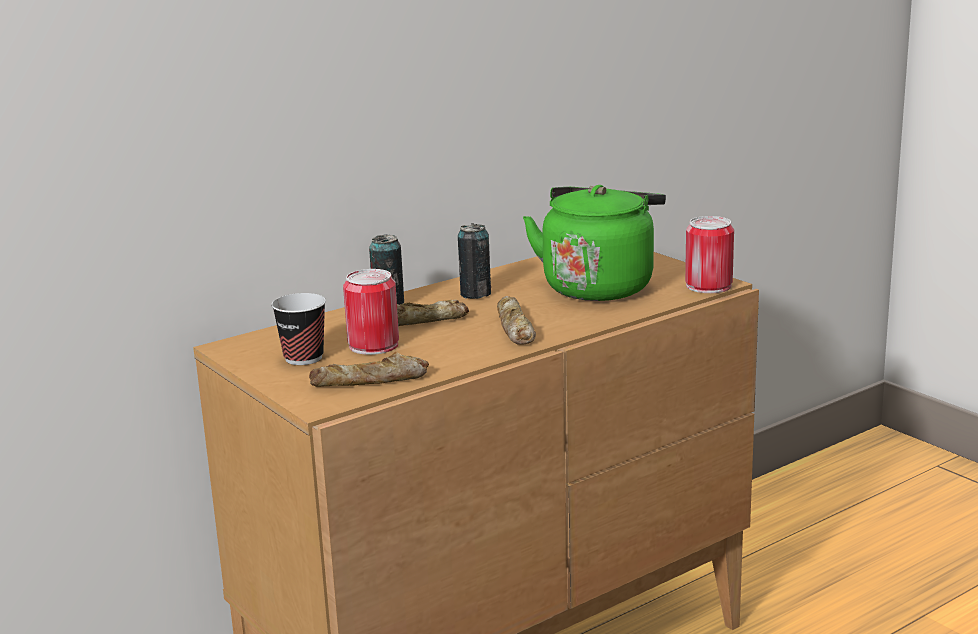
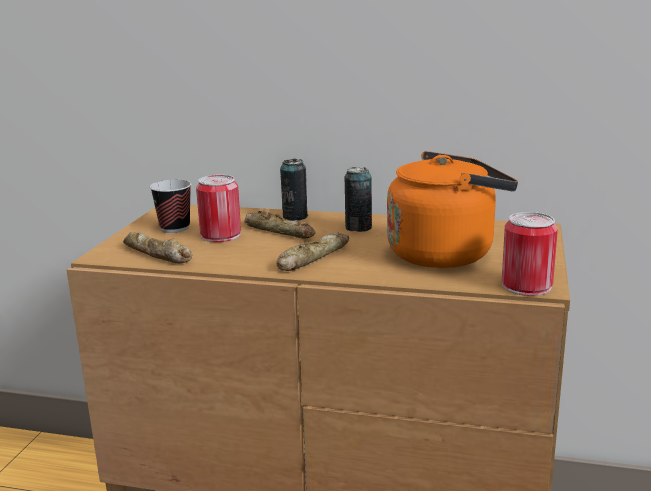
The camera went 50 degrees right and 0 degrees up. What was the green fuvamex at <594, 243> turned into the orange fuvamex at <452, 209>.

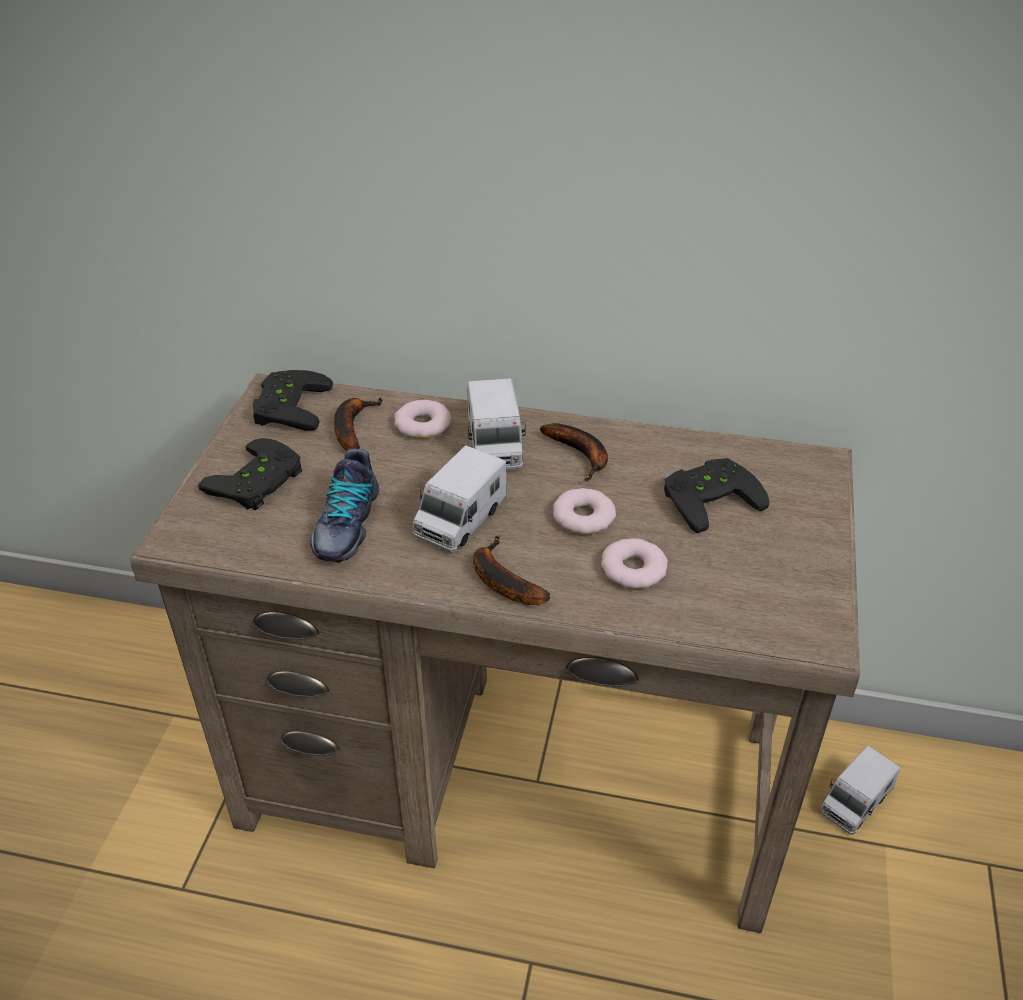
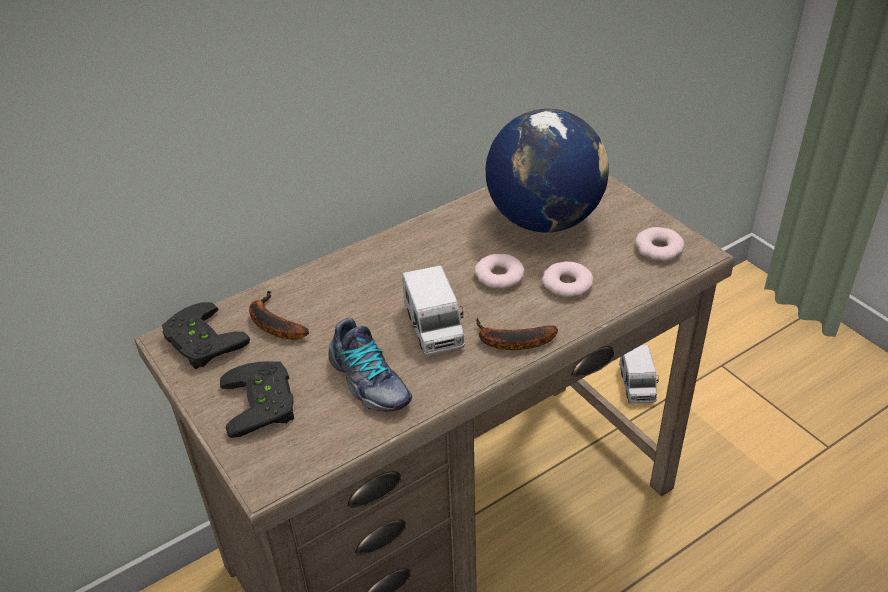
The camera went 45 degrees left and 0 degrees up. The second view lost the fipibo at <496, 424>. The second view lost the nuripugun at <574, 452>. The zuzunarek ended up elsewhere, having gone from <422, 419> to <660, 244>. Where the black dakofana stood at <716, 495>, the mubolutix came to stand at <547, 171>.

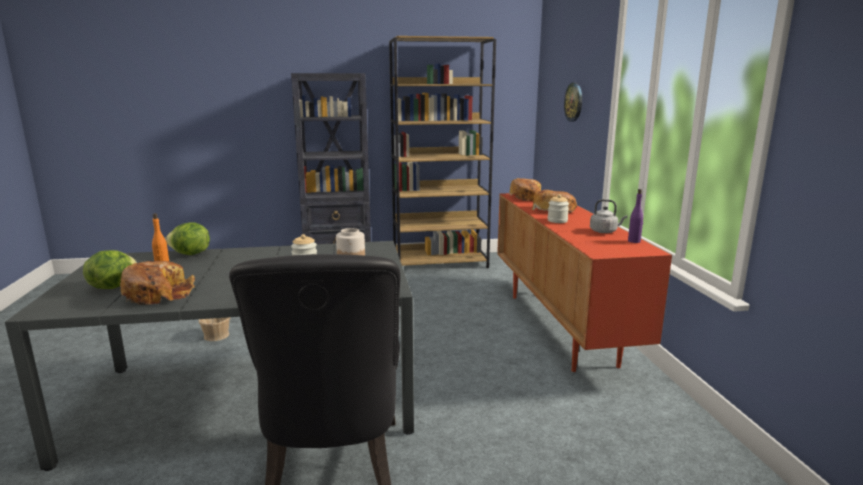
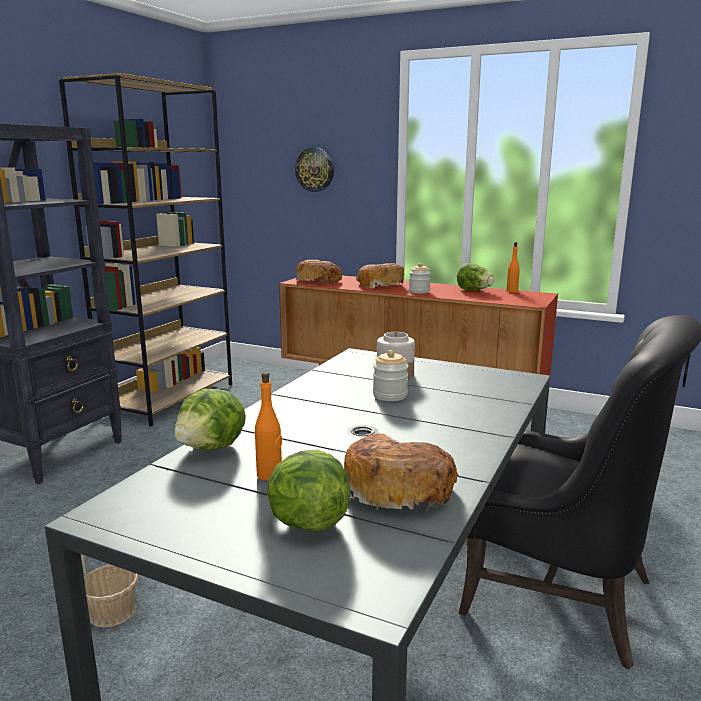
The camera went 55 degrees left and 0 degrees up. Where the grey fuvamex stood at <608, 216>, the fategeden came to stand at <475, 276>. What was the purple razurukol at <635, 216> turned into the orange razurukol at <513, 267>.

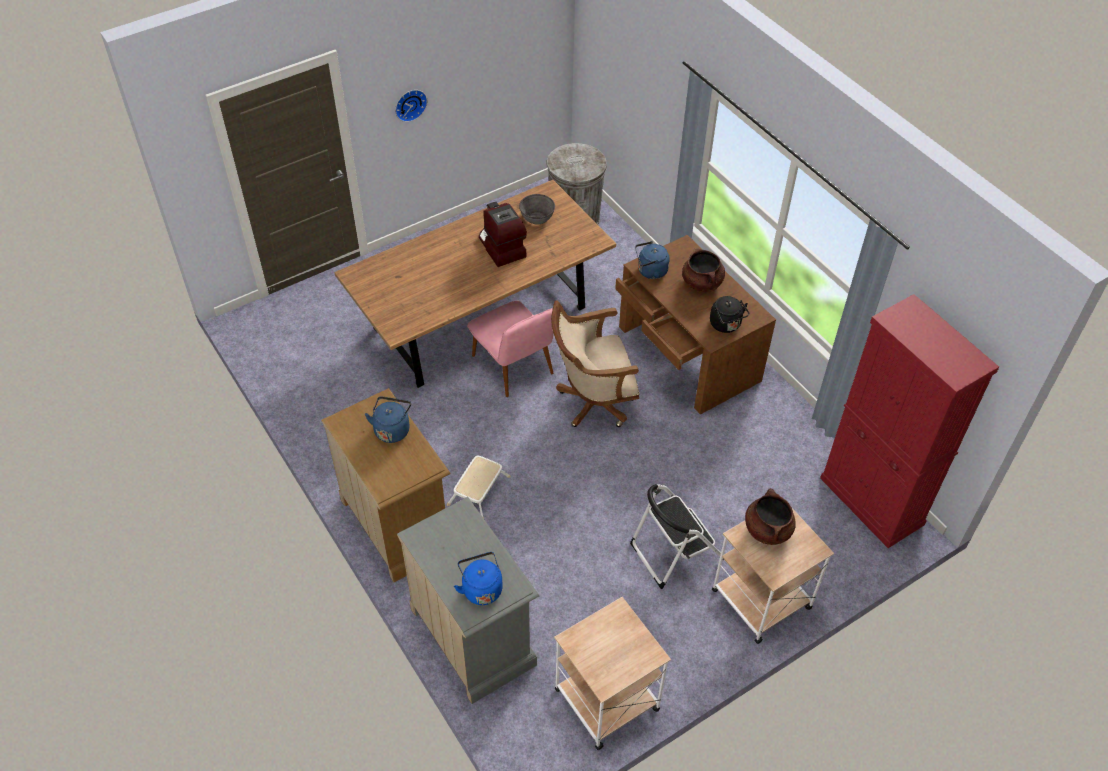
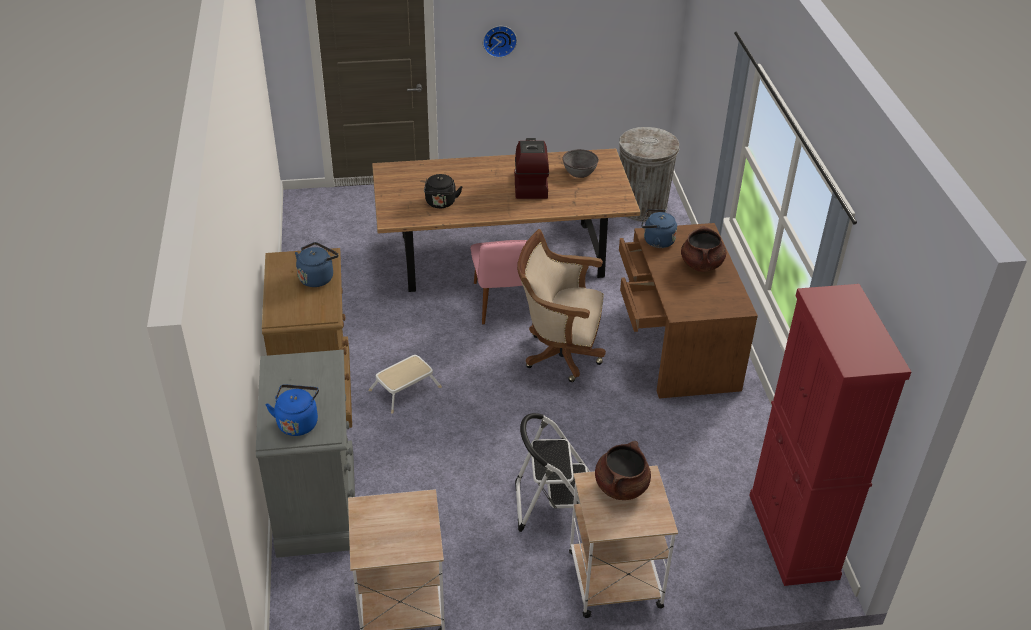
The camera went 25 degrees right and 10 degrees down. The black fuvamex ended up elsewhere, having gone from <729, 314> to <443, 191>.

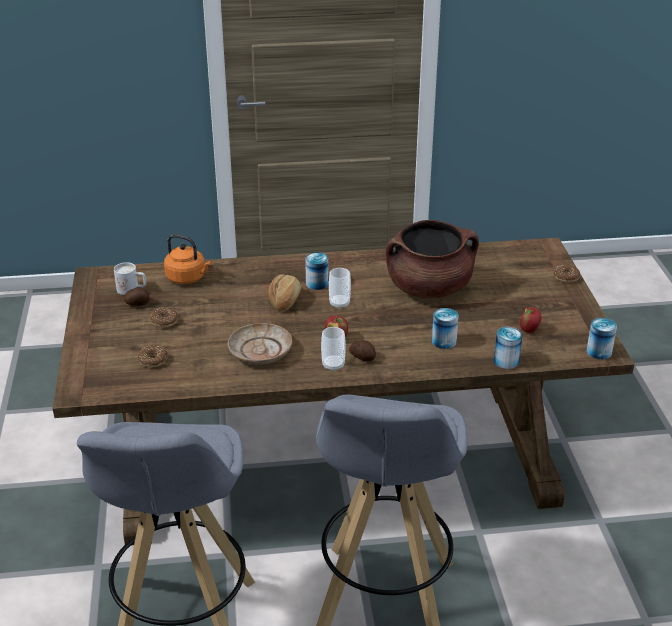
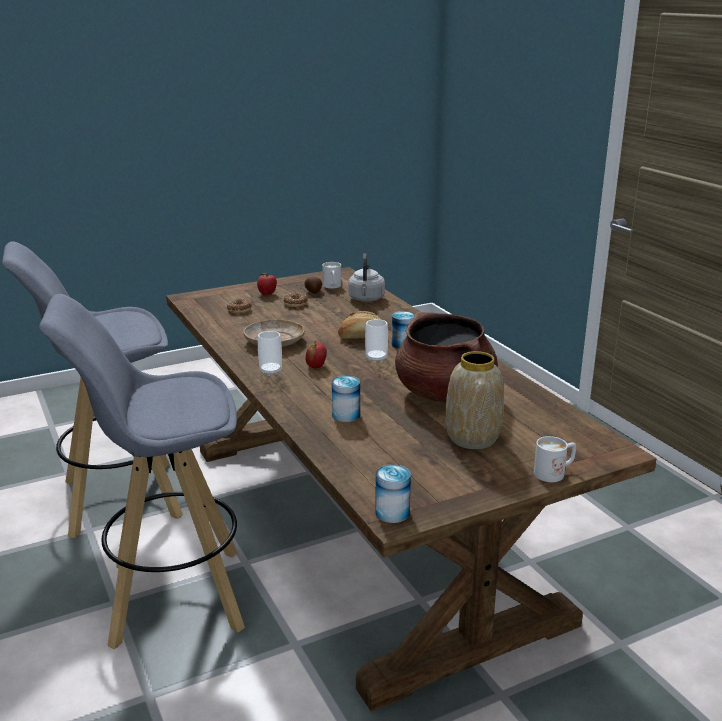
The camera went 70 degrees right and 10 degrees down. The second view lost the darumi at <362, 350>. The second view lost the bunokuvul at <508, 348>. The second view gained the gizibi at <474, 400>. The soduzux ended up elsewhere, having gone from <531, 320> to <267, 284>. Where the zuzunarek stood at <567, 273>, the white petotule came to stand at <555, 459>. What was the orange fuvamex at <188, 259> turned into the grey fuvamex at <366, 277>.

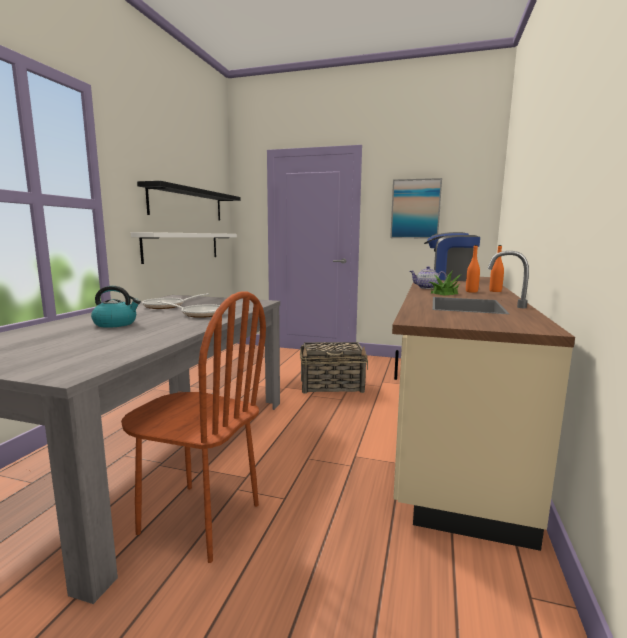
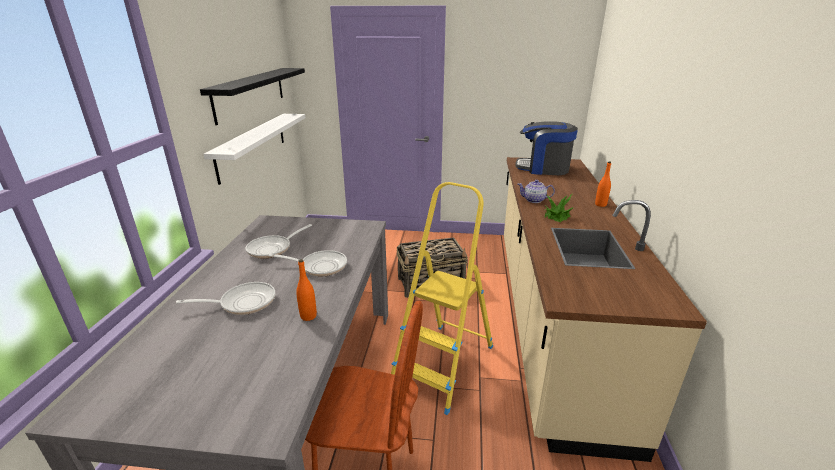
The camera went 10 degrees left and 15 degrees up. The second view lost the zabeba at <416, 208>. The second view gained the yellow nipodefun at <442, 298>. The orange razurukol ended up elsewhere, having gone from <473, 269> to <306, 290>. Where the fuvamex stood at <116, 307>, the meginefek came to stand at <225, 298>.

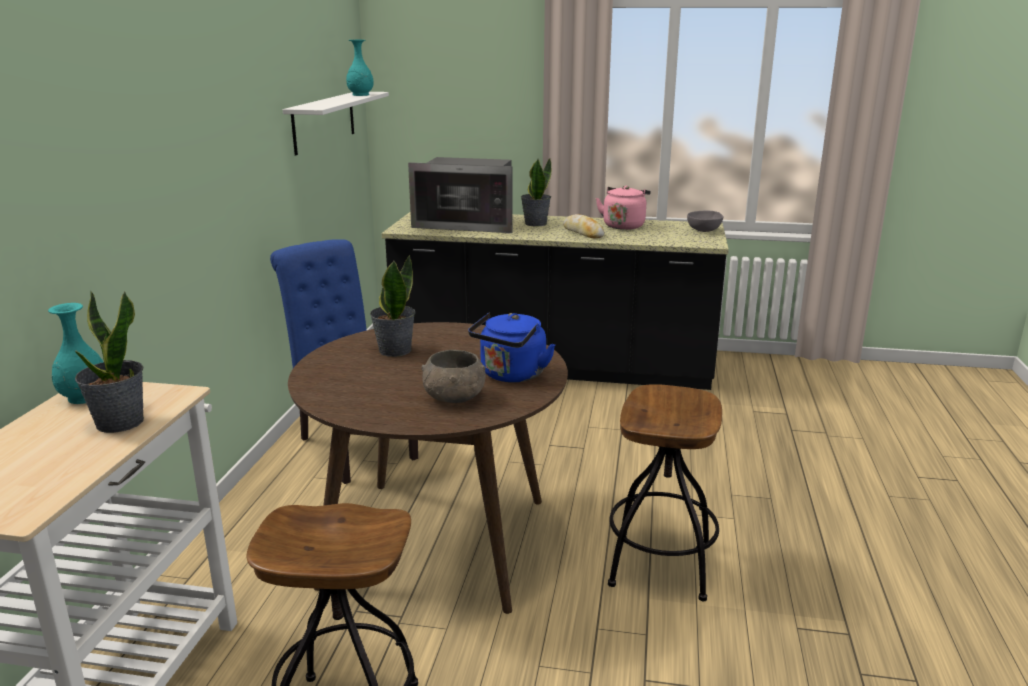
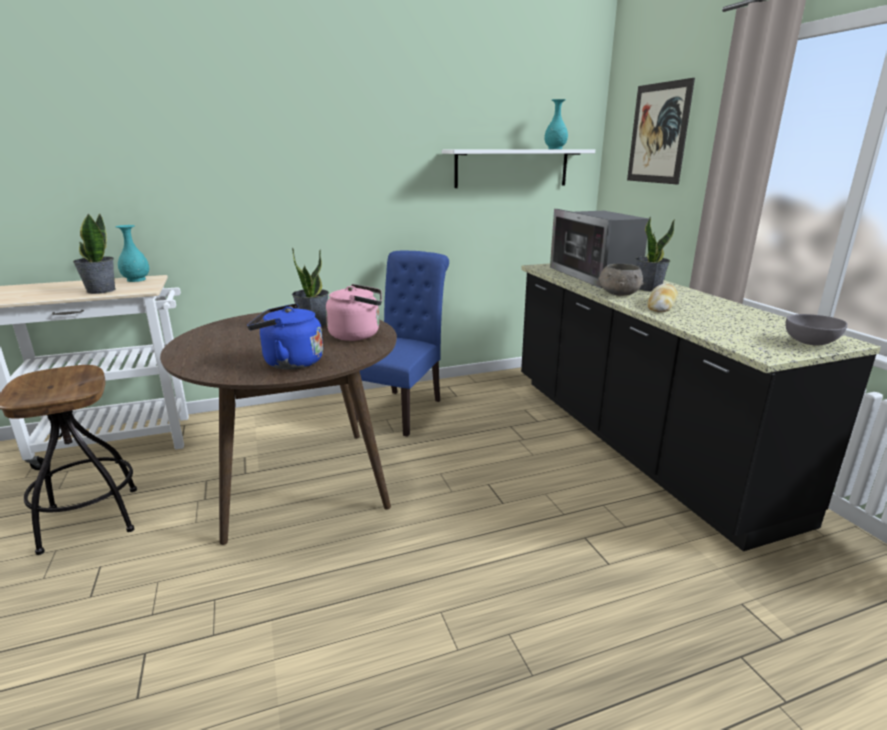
The camera went 60 degrees right and 0 degrees up. The second view lost the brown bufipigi at <665, 492>. The second view gained the zabeba at <661, 131>. The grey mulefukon ended up elsewhere, having gone from <453, 376> to <621, 280>. The pink fuvamex ended up elsewhere, having gone from <623, 208> to <354, 312>.

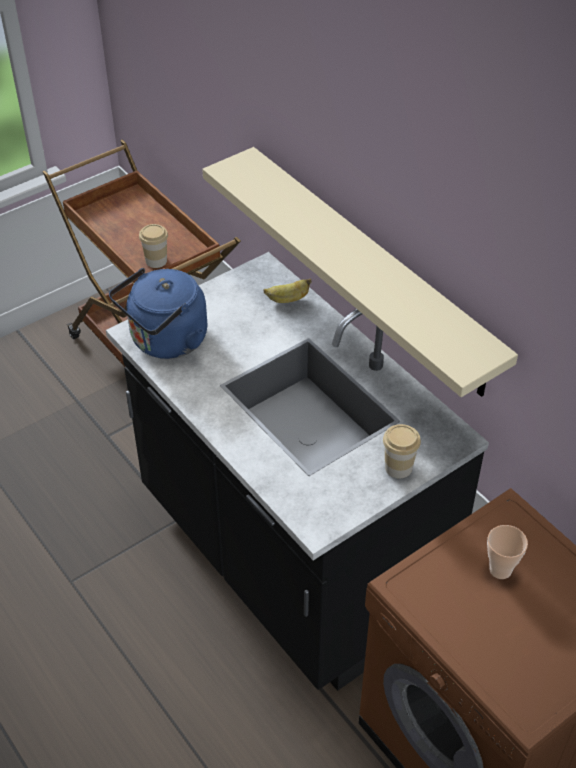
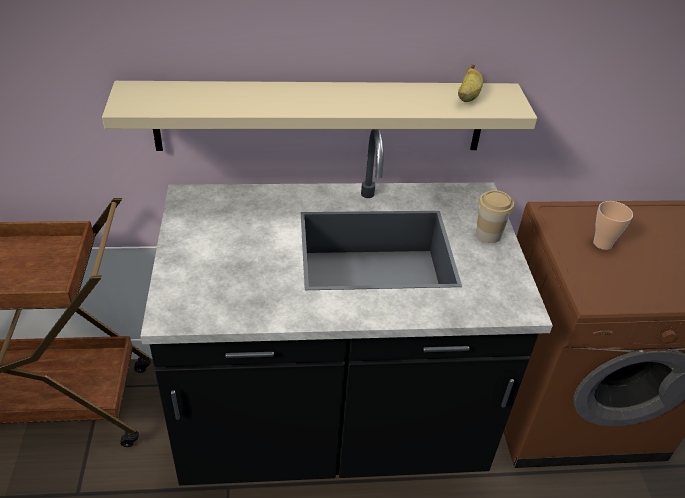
The camera went 60 degrees left and 5 degrees down. The second view lost the blue fuvamex at <158, 313>. The second view lost the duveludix at <153, 246>. The nuripugun ended up elsewhere, having gone from <287, 290> to <470, 83>.

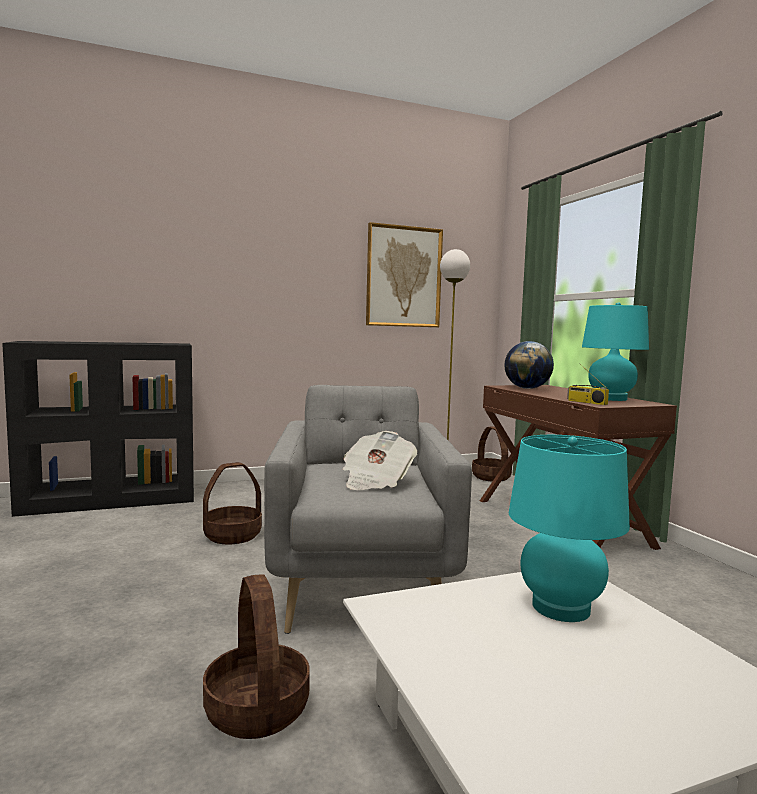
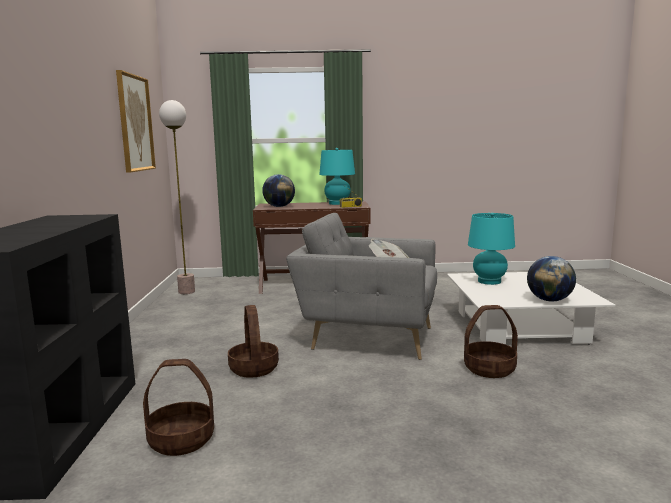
The camera went 70 degrees left and 5 degrees up. The second view gained the mubolutix at <551, 279>. The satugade ended up elsewhere, having gone from <492, 453> to <178, 407>.

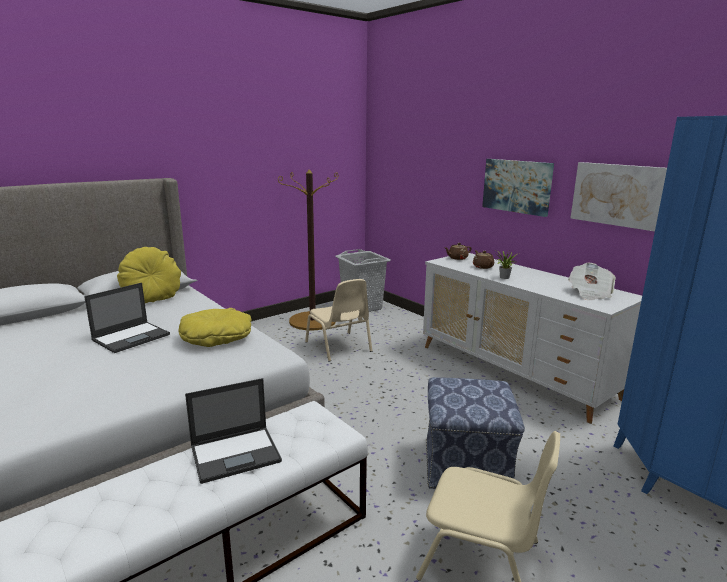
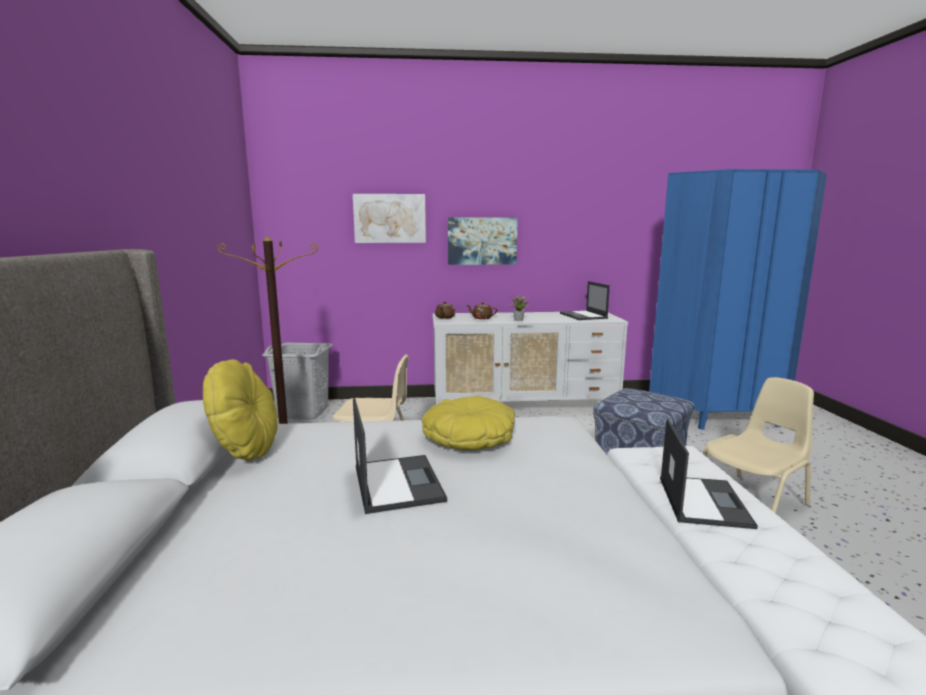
The camera went 55 degrees left and 5 degrees down. The zabeba ended up elsewhere, having gone from <619, 196> to <389, 218>. Where the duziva stood at <592, 281>, the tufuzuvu came to stand at <585, 300>.

